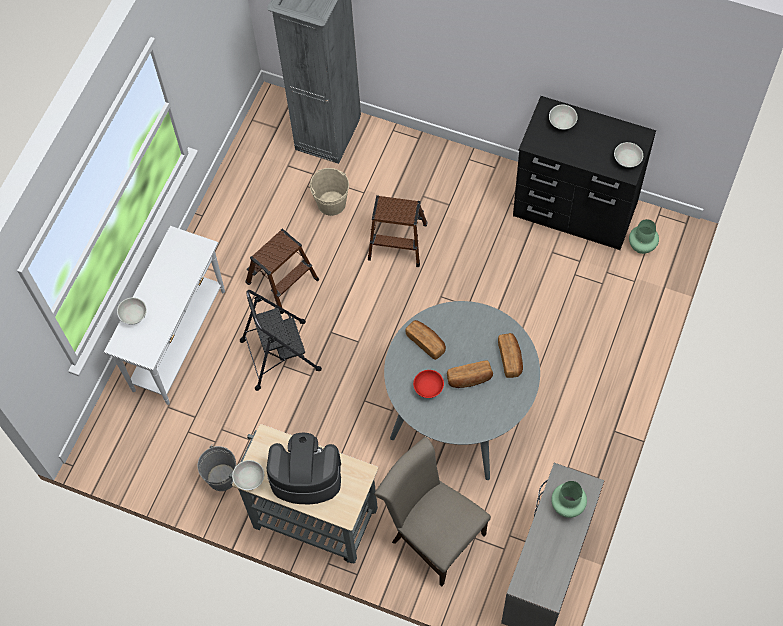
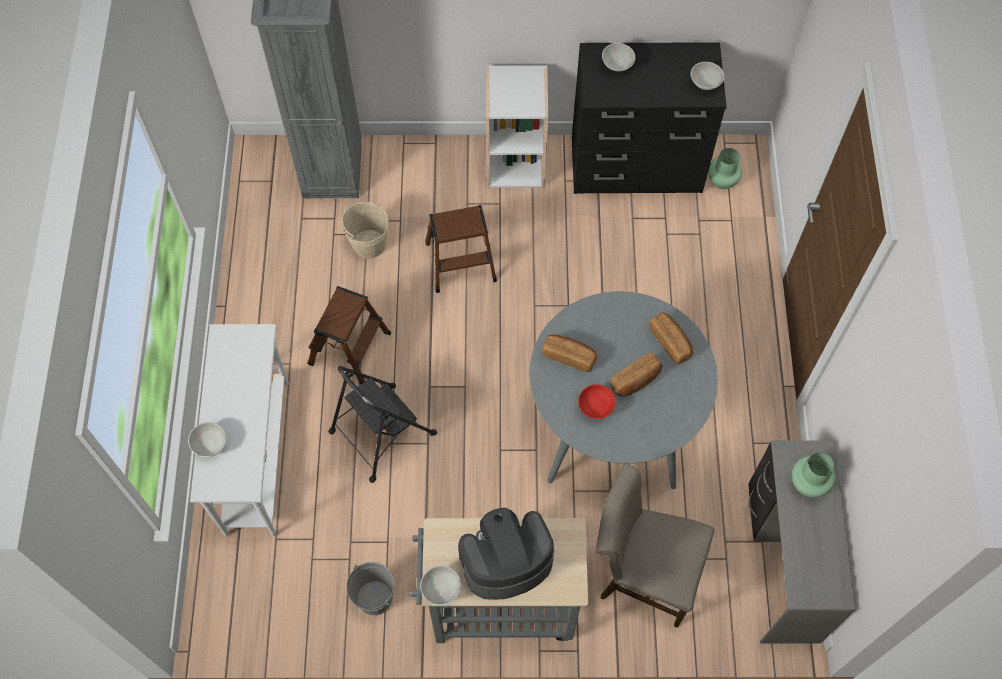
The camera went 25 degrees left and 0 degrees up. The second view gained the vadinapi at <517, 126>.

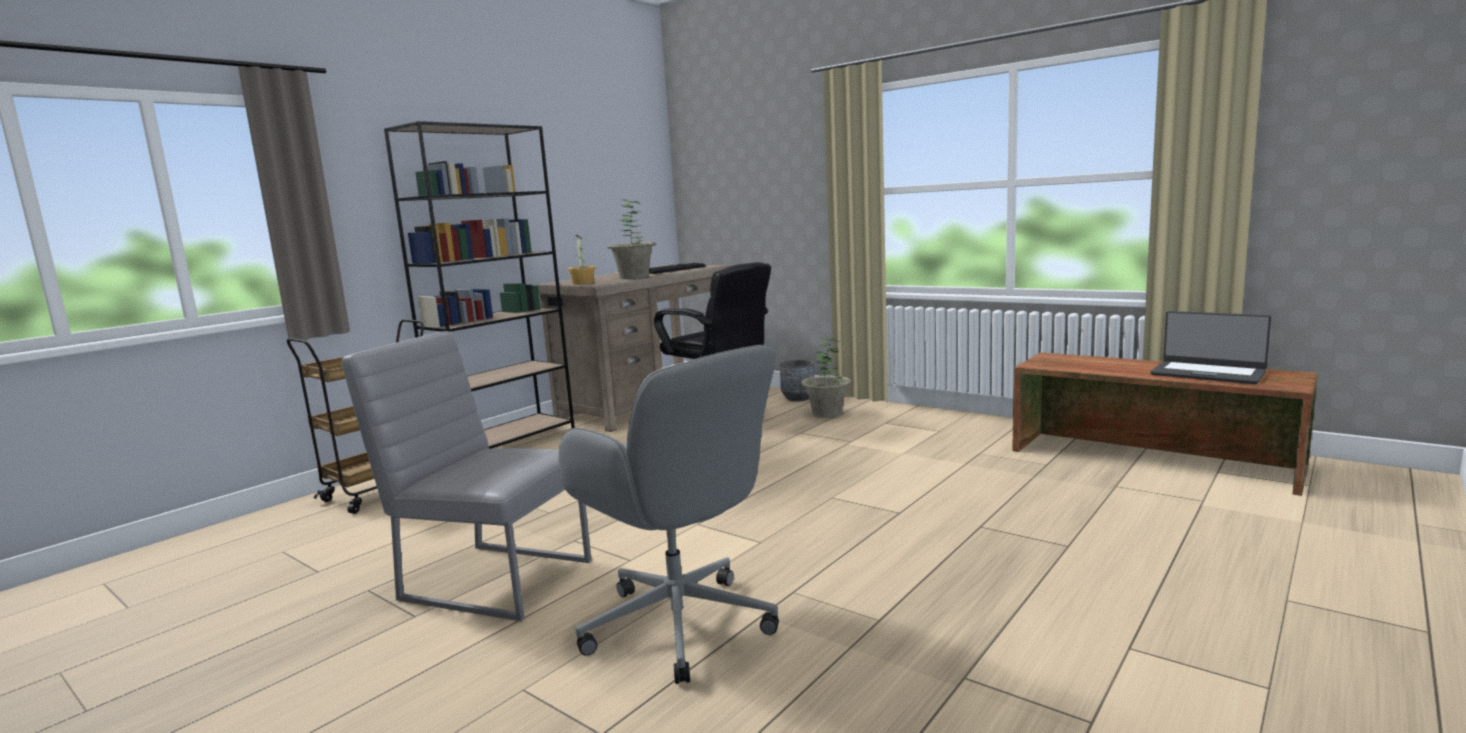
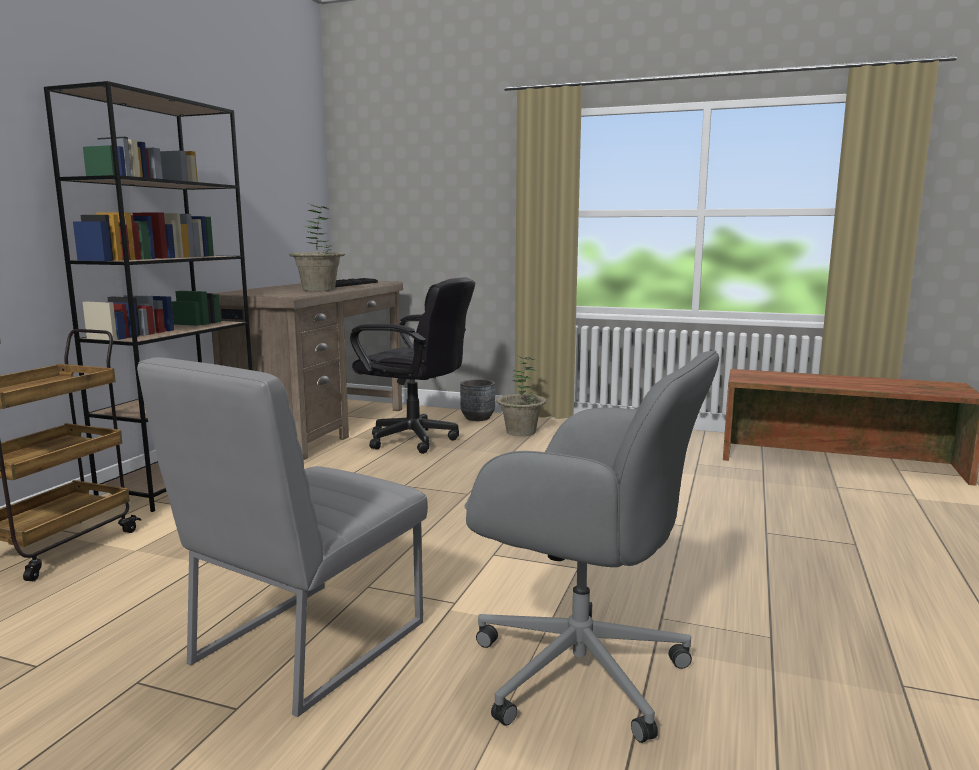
The camera went 20 degrees left and 0 degrees up. The second view lost the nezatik at <581, 260>. The second view lost the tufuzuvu at <1210, 347>. The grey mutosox at <467, 476> ended up facing another way, 60 degrees counterclockwise from before.

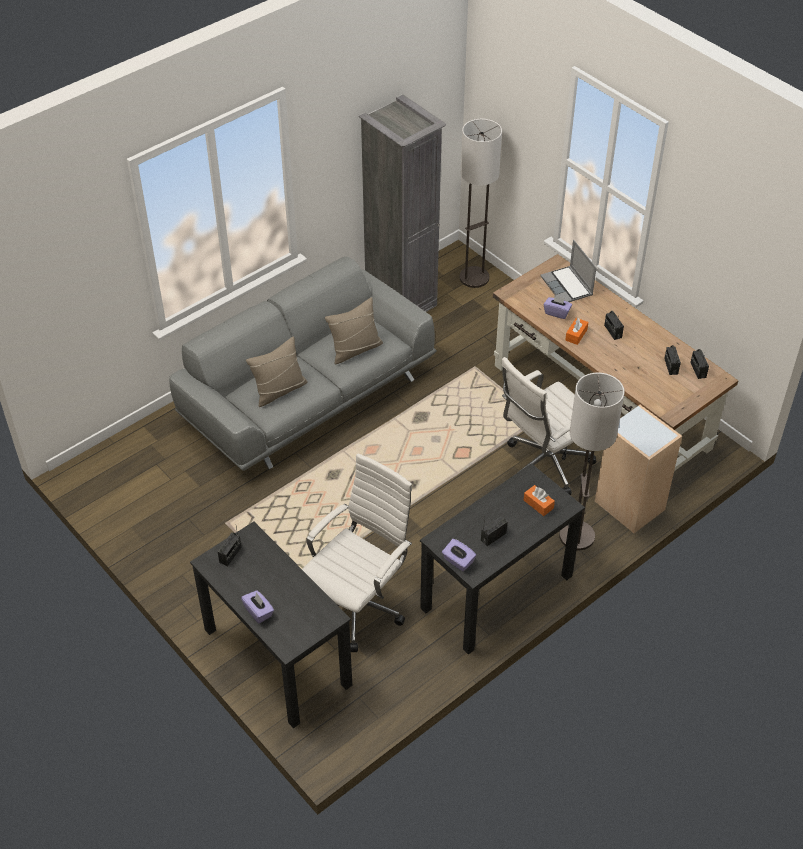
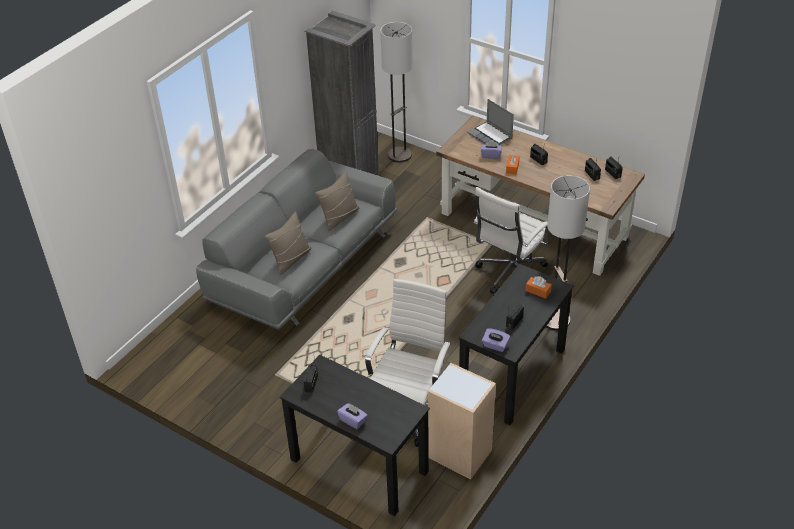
The camera went 15 degrees left and 5 degrees down. The vadinapi ended up elsewhere, having gone from <638, 469> to <462, 421>.

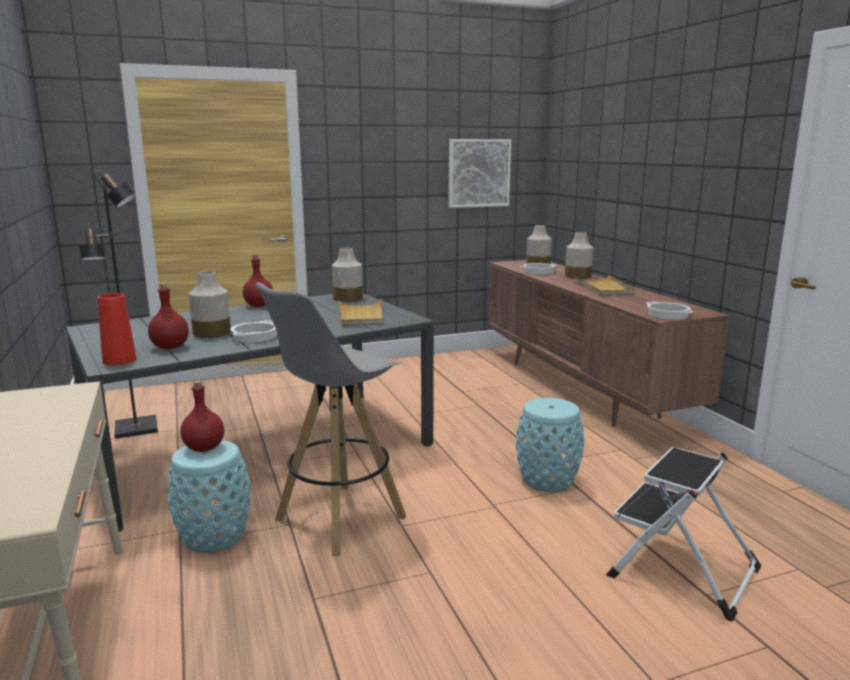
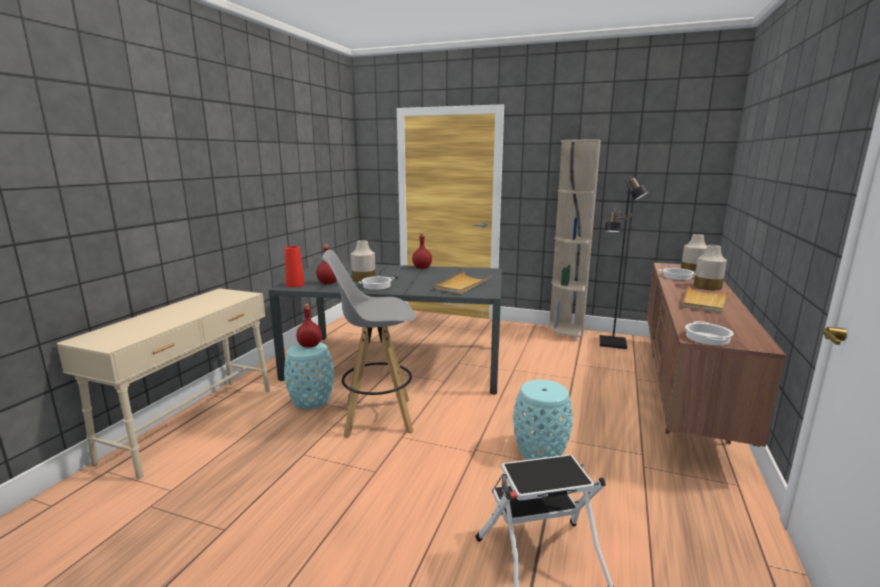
The camera went 40 degrees right and 0 degrees up. The second view lost the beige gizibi at <347, 274>. The second view lost the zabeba at <479, 173>. The second view gained the beige vadinapi at <575, 239>. The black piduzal ended up elsewhere, having gone from <118, 305> to <624, 262>.

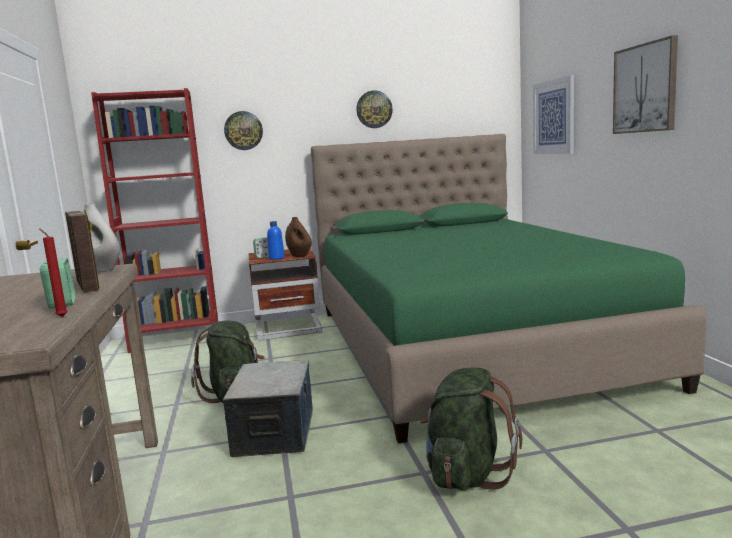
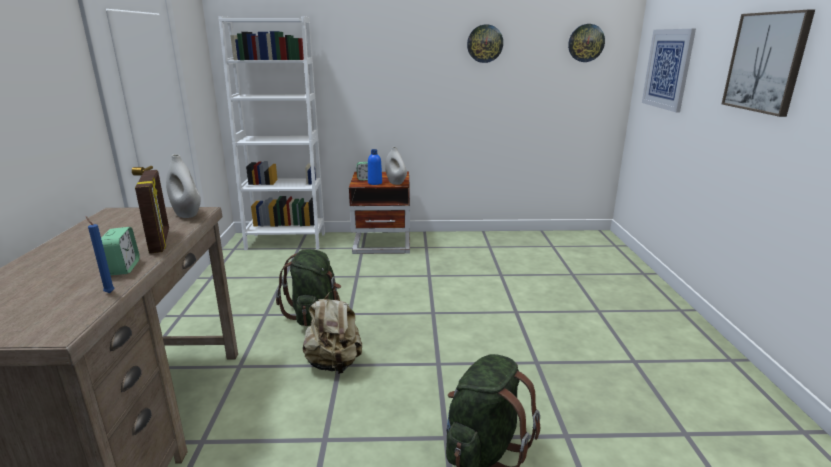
The camera went 10 degrees right and 10 degrees up. The second view lost the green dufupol at <509, 288>. The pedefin ended up elsewhere, having gone from <243, 130> to <586, 43>. Where the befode stood at <267, 408>, the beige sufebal came to stand at <332, 332>. What was the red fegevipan at <53, 272> turned into the blue fegevipan at <100, 254>. What was the red vadinapi at <154, 220> turned into the white vadinapi at <271, 133>. What was the brown gizibi at <298, 237> turned into the white gizibi at <396, 166>.

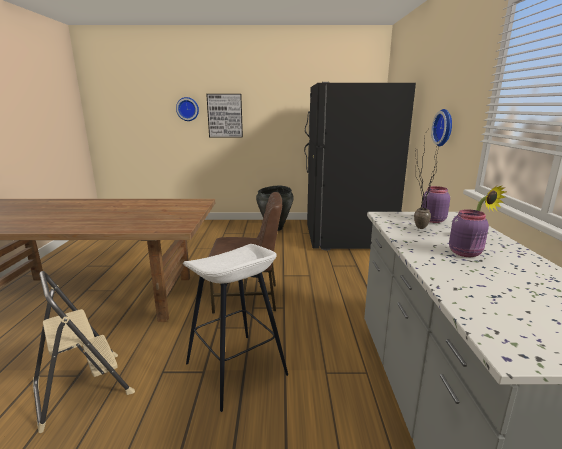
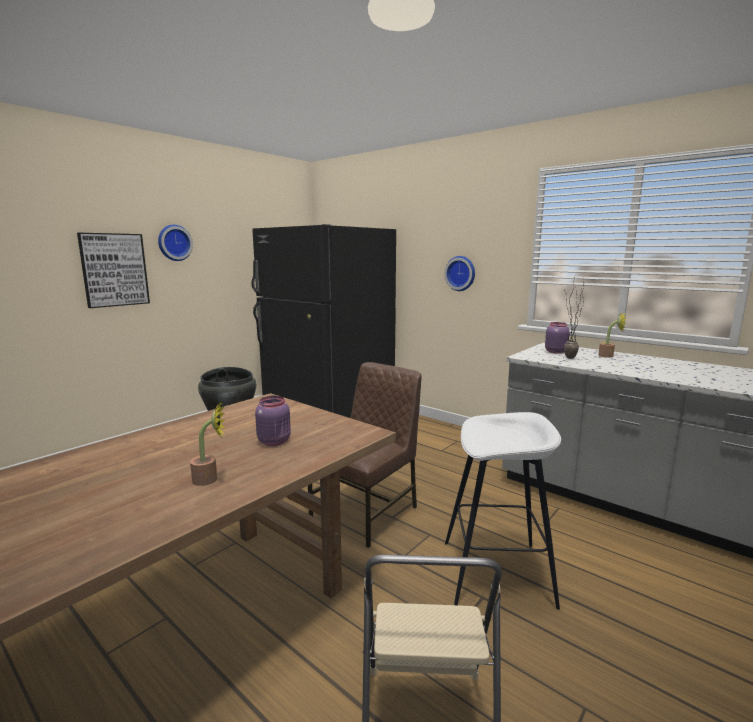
The camera went 50 degrees left and 5 degrees down. The second view gained the nezatik at <207, 444>. The pedefin ended up elsewhere, having gone from <187, 109> to <175, 243>. The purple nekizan ended up elsewhere, having gone from <469, 233> to <273, 421>.

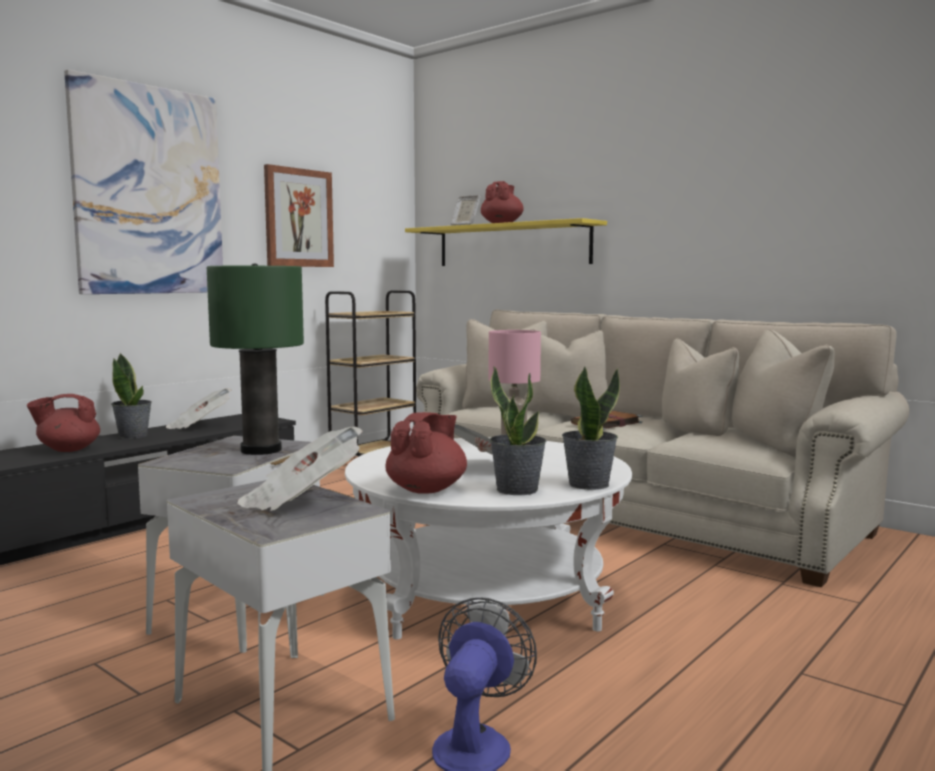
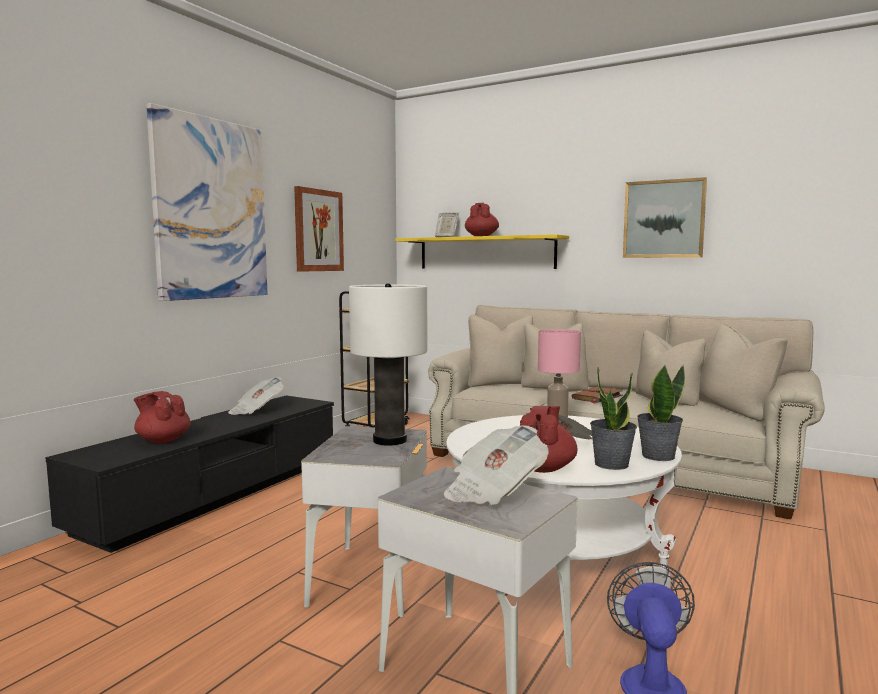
The camera went 10 degrees left and 0 degrees up. The second view lost the nezatik at <131, 396>. The second view gained the zabeba at <665, 217>. What was the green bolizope at <255, 359> turned into the white bolizope at <388, 364>. The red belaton at <63, 423> ended up facing another way, 60 degrees clockwise from before.

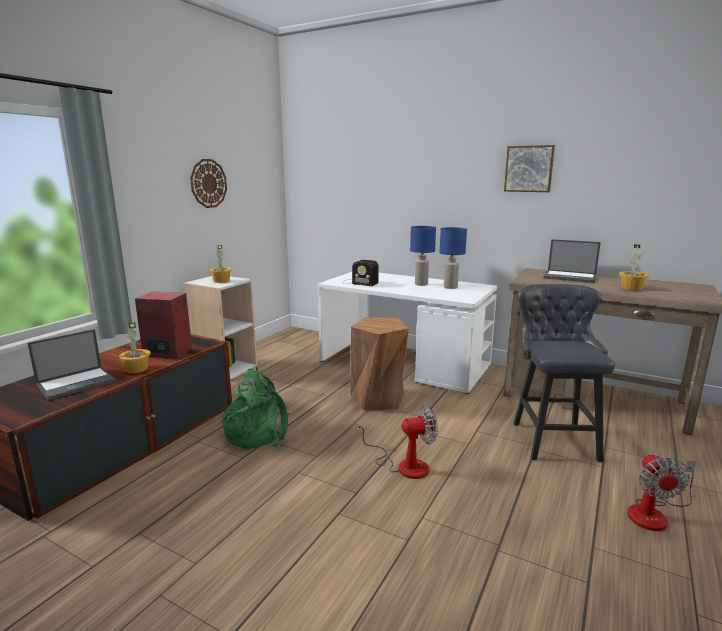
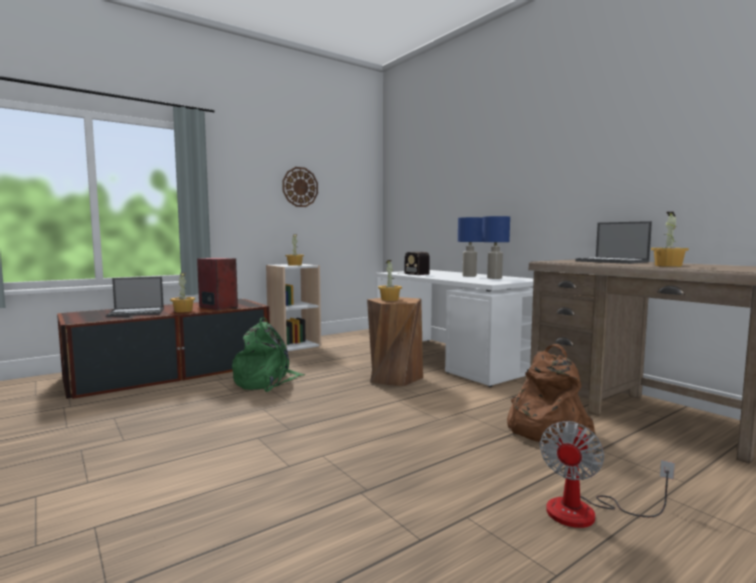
The camera went 25 degrees right and 10 degrees down. The second view lost the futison at <397, 442>. The second view lost the zabeba at <529, 168>. The second view gained the nezatik at <390, 280>. Where the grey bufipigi stood at <564, 373>, the brown sufebal came to stand at <551, 394>.

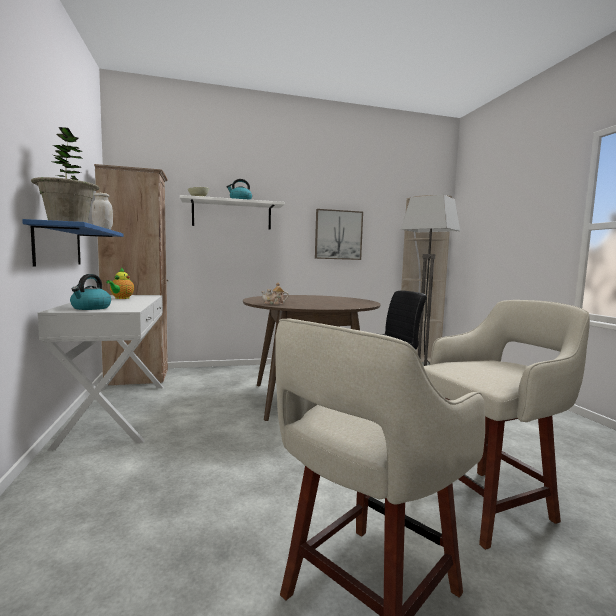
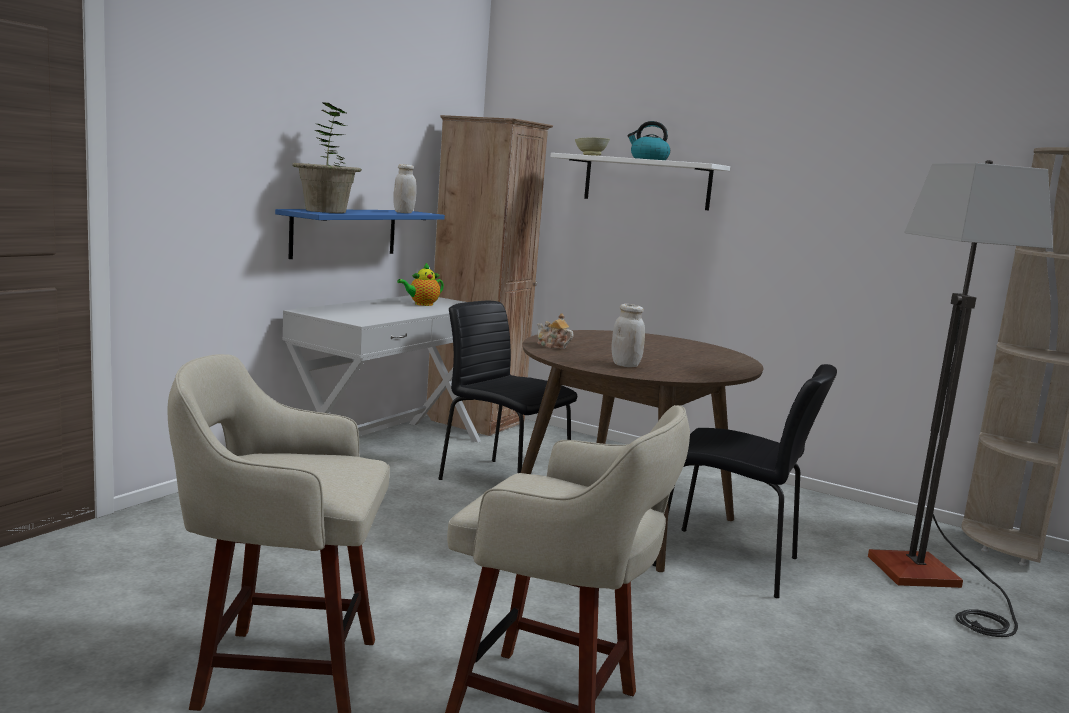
The camera went 45 degrees right and 5 degrees up. The second view lost the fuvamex at <90, 292>. The second view lost the zabeba at <339, 234>. The second view gained the black mutosox at <507, 390>. The second view gained the white nekizan at <628, 335>.

